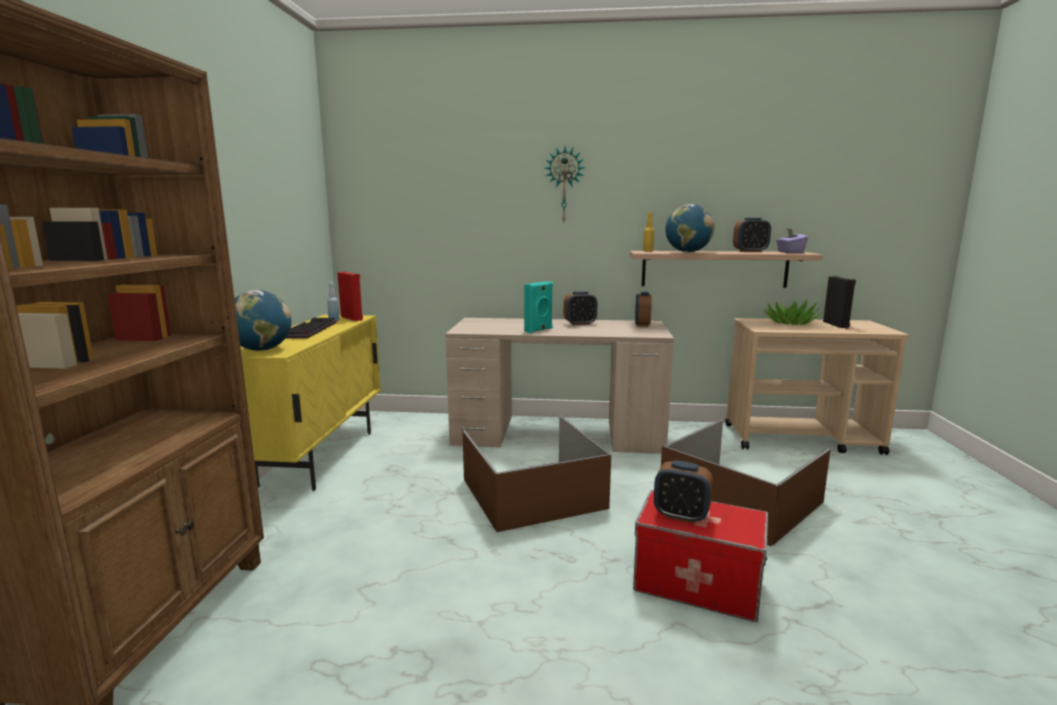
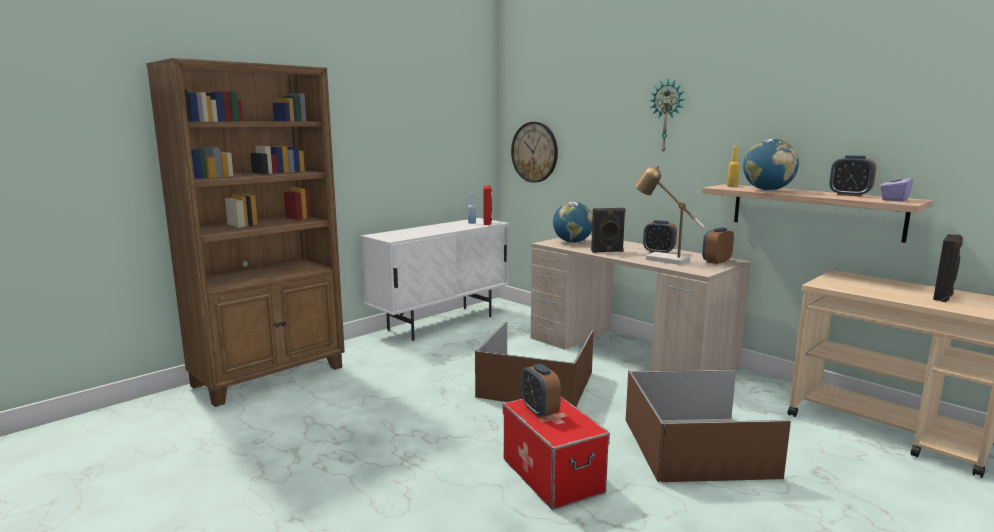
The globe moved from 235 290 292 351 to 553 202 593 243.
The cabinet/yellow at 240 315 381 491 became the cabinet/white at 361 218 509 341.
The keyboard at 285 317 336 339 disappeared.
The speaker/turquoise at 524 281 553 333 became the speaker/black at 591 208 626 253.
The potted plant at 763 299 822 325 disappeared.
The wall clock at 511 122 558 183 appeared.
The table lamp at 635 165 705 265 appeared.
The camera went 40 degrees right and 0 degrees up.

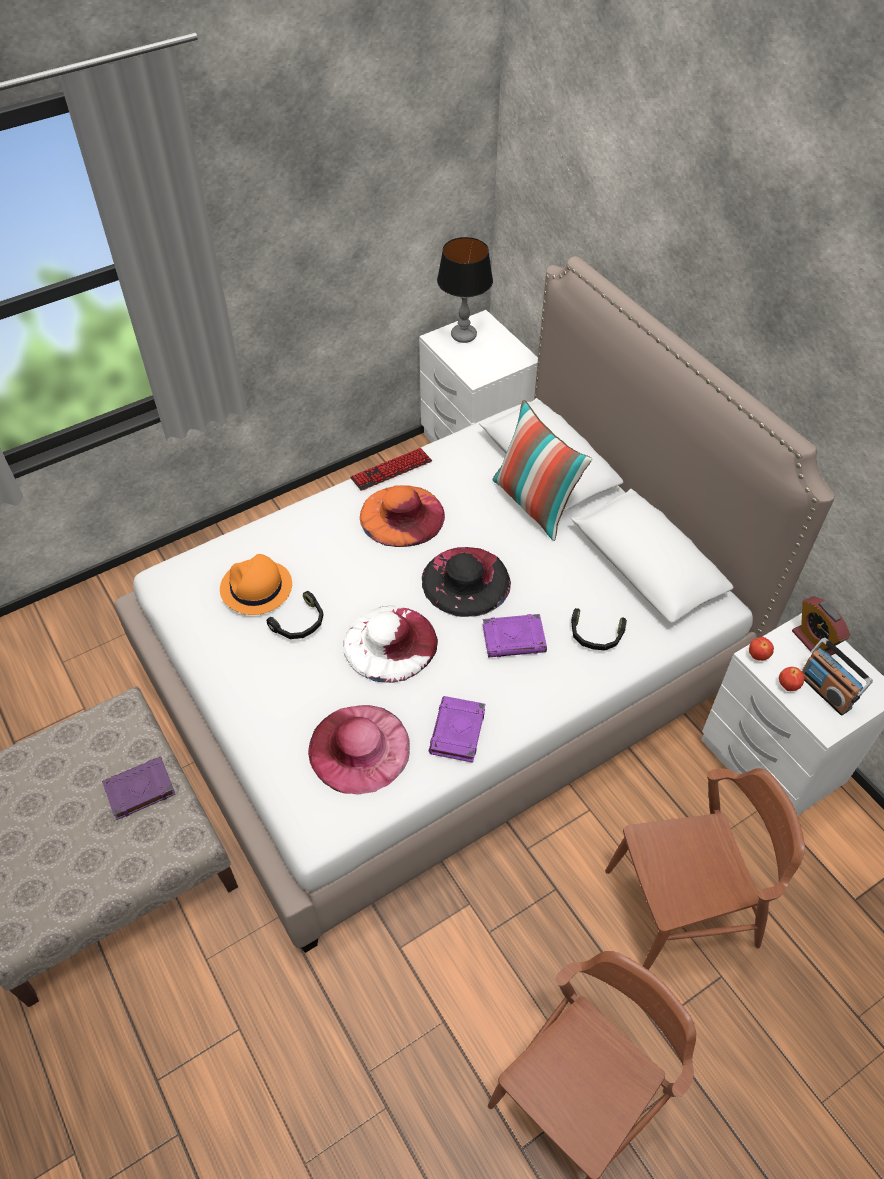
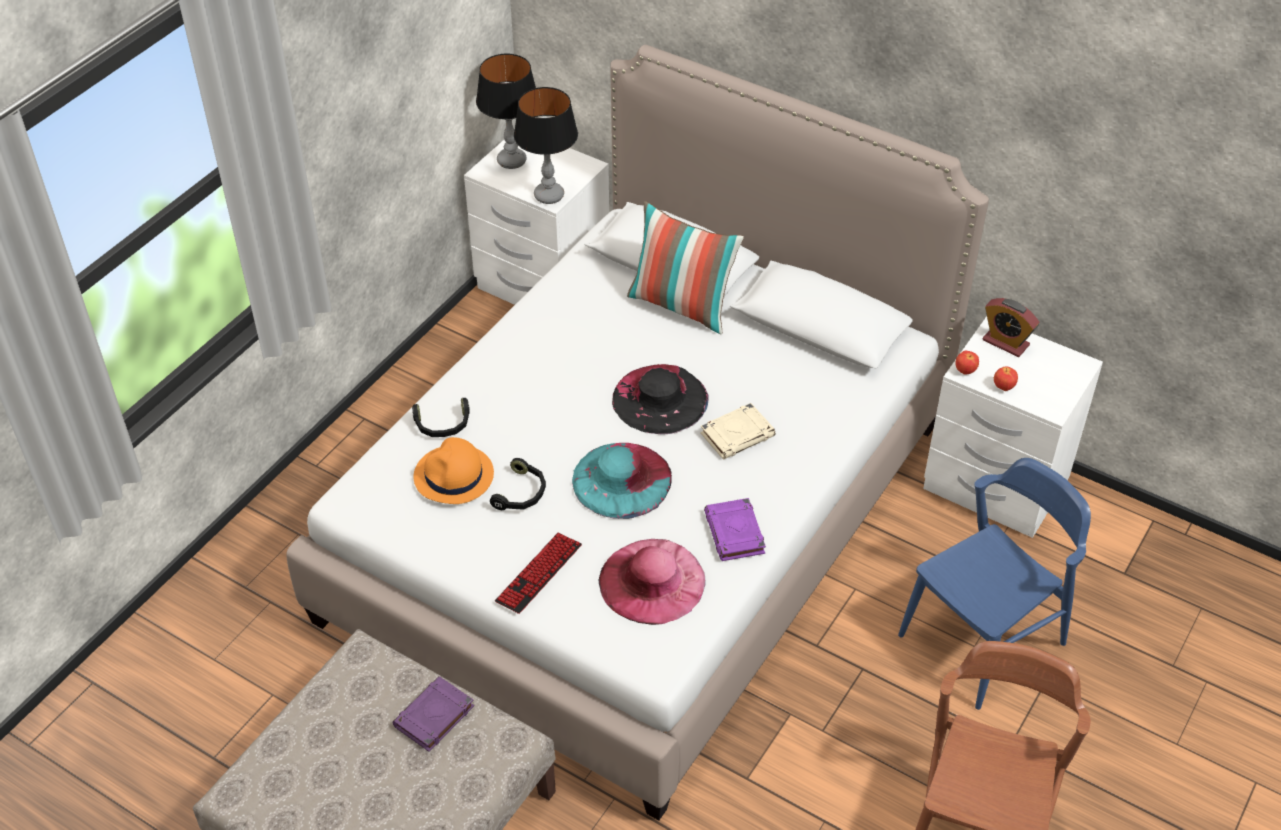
The hat/white at 343 606 438 683 became the hat/turquoise at 572 443 672 519.
The keyboard moved from 350 448 432 491 to 495 533 582 614.
The hat/orange at 360 485 445 547 disappeared.
The book/purple at 483 614 547 658 became the book/beige at 700 403 775 459.
The headphones/black moved from 571 608 627 650 to 412 398 470 437.
The chair/brown at 605 768 805 970 became the chair/blue at 898 458 1091 710.
The radio at 802 638 873 716 disappeared.
The table lamp at 514 87 578 204 appeared.
The camera went 25 degrees left and 5 degrees down.

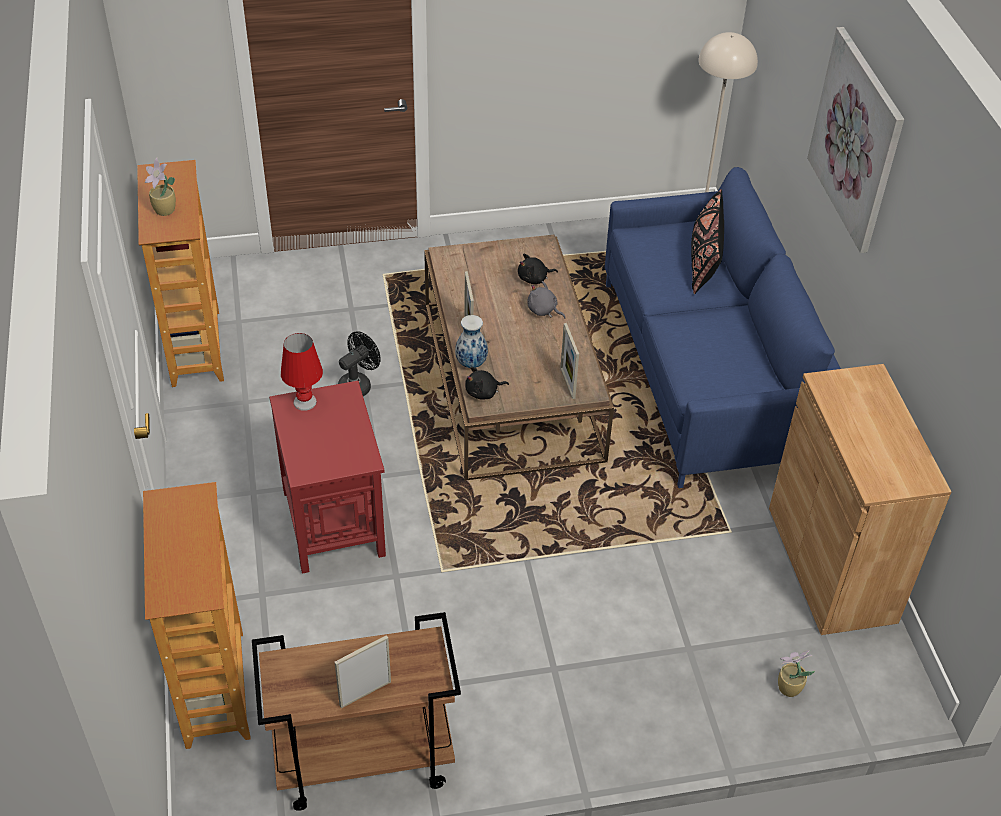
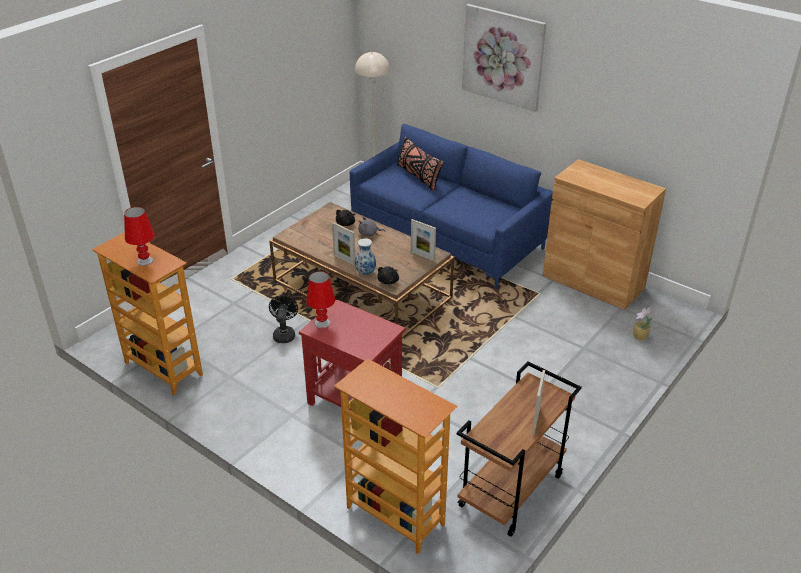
The potted plant at 145 157 176 216 was replaced by the table lamp/red at 124 207 155 266.
The camera went 40 degrees left and 10 degrees down.

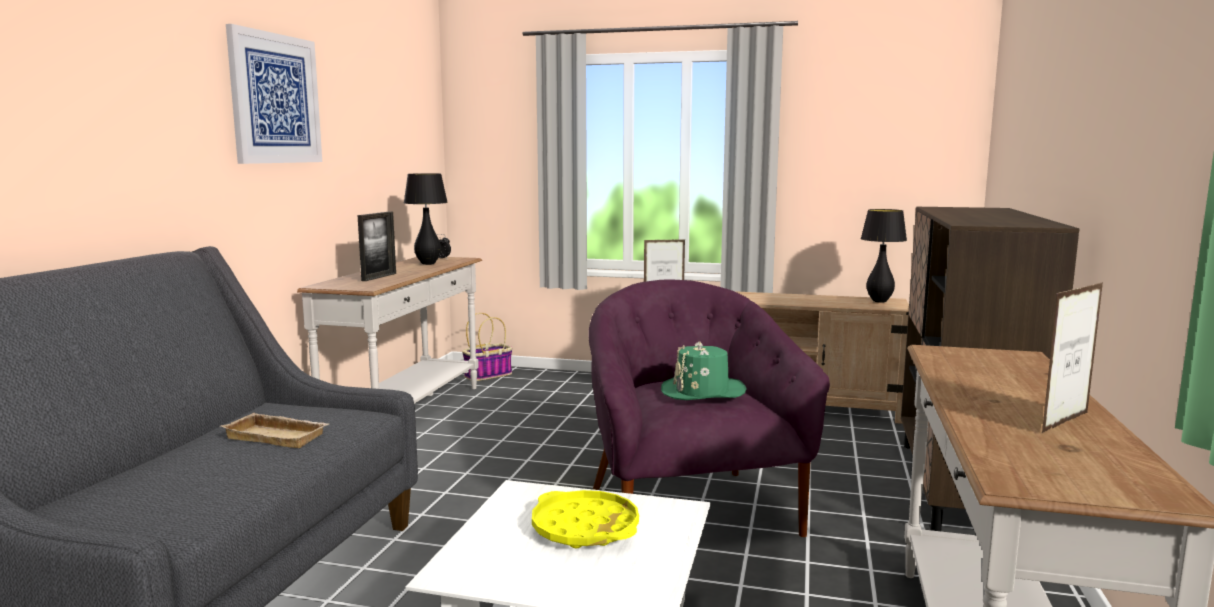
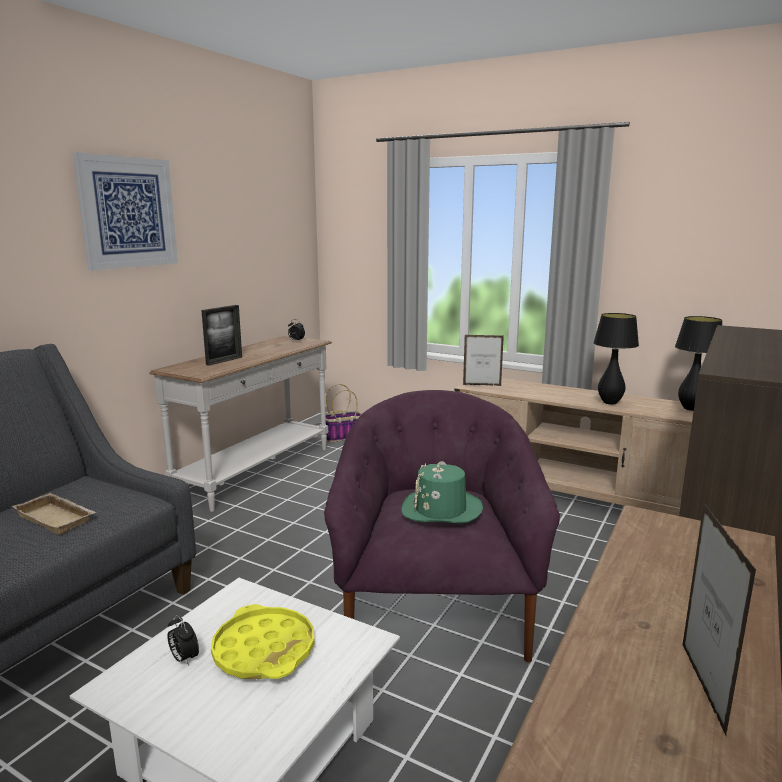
The table lamp/black moved from 404 173 448 265 to 593 313 639 405.
The picture frame at 1042 282 1103 433 turned 60 degrees counterclockwise.
The alarm clock at 167 615 199 666 appeared.
The camera went 15 degrees right and 5 degrees up.

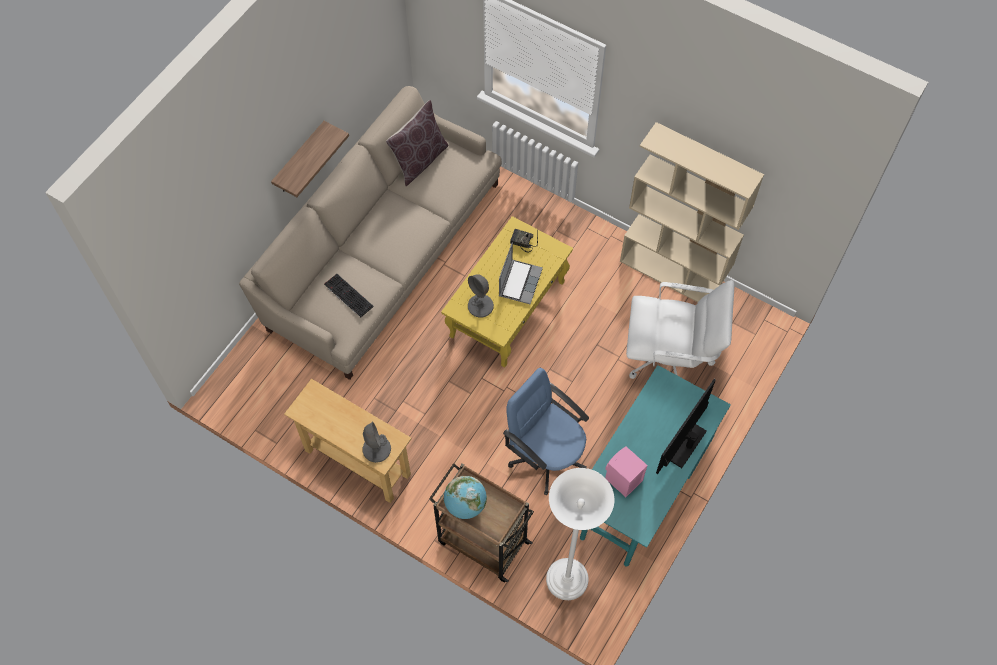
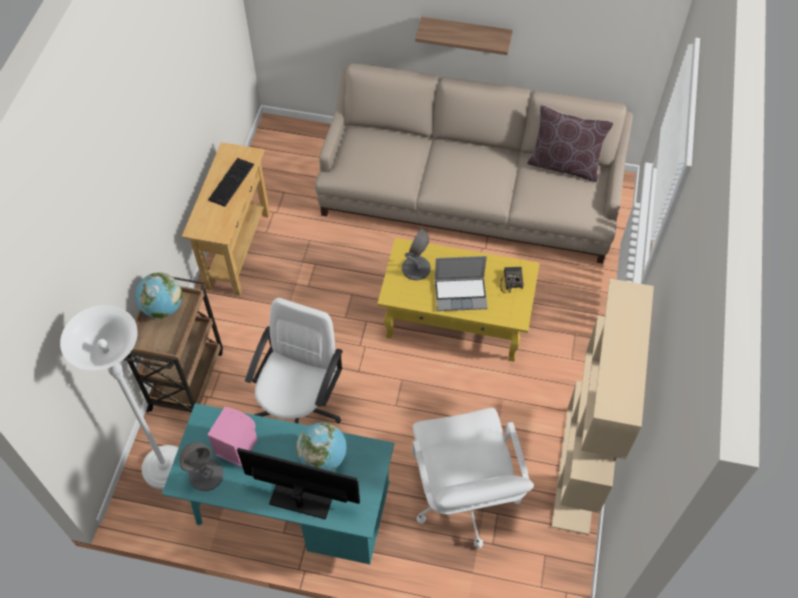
The keyboard moved from 324 274 374 317 to 208 158 254 207.
The table lamp/grey moved from 363 421 391 463 to 179 442 224 491.
The office chair/blue at 503 368 589 495 became the office chair/white at 245 298 343 424.
The globe at 296 422 347 471 appeared.
The camera went 70 degrees right and 5 degrees down.

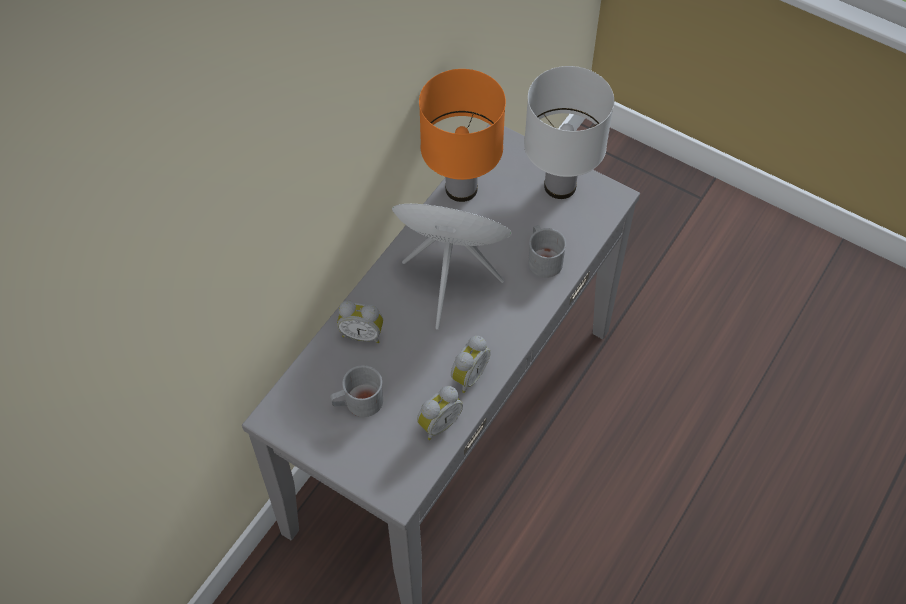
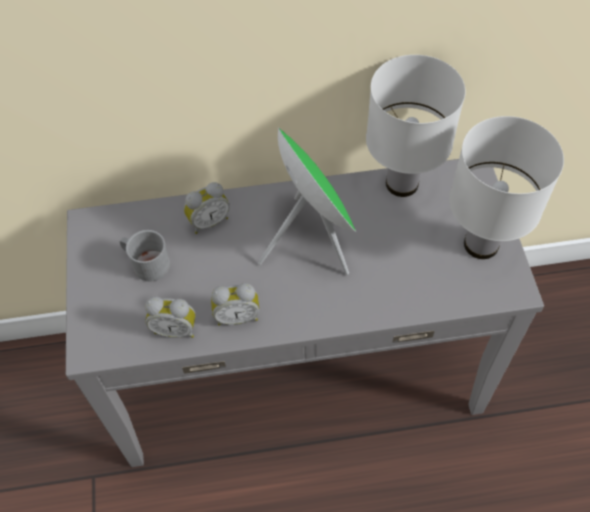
The alarm clock at 337 300 383 343 turned 90 degrees counterclockwise.
The table lamp/orange at 419 69 506 202 became the table lamp/white at 366 55 466 197.
The mug/grey at 528 225 566 278 disappeared.
The camera went 50 degrees right and 0 degrees up.

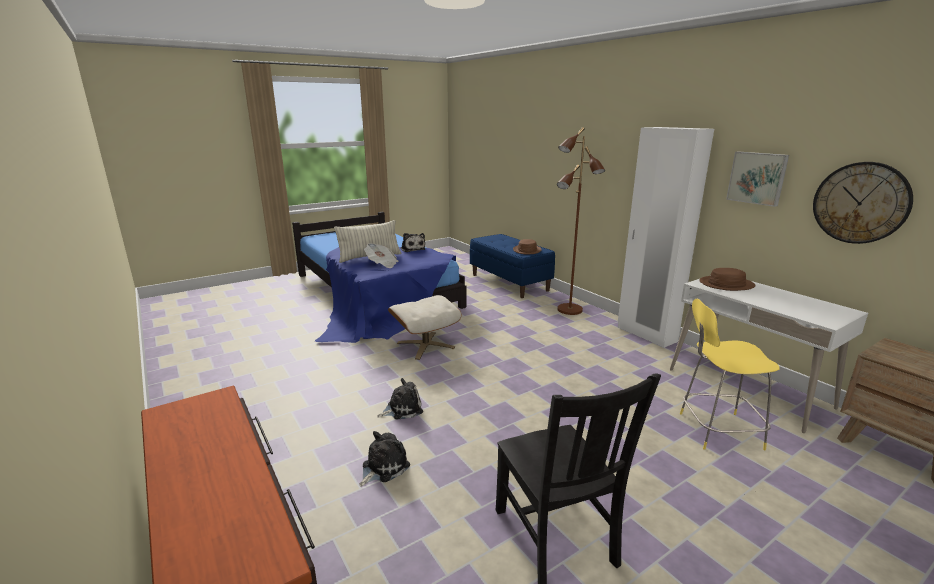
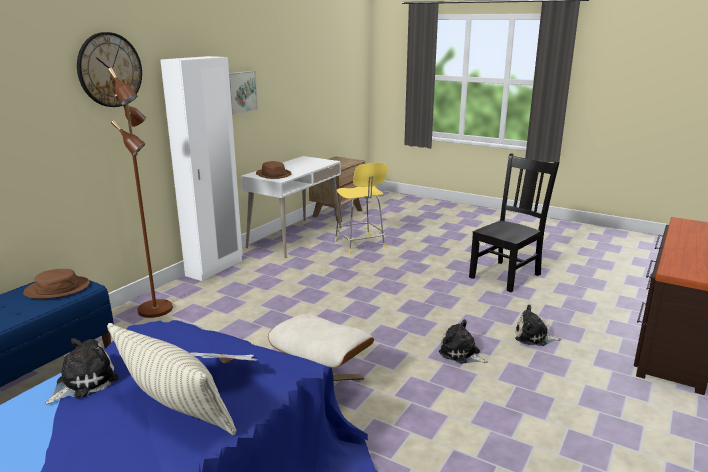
The wall clock moved from 813 162 913 244 to 77 32 142 107.
The camera went 115 degrees left and 0 degrees up.

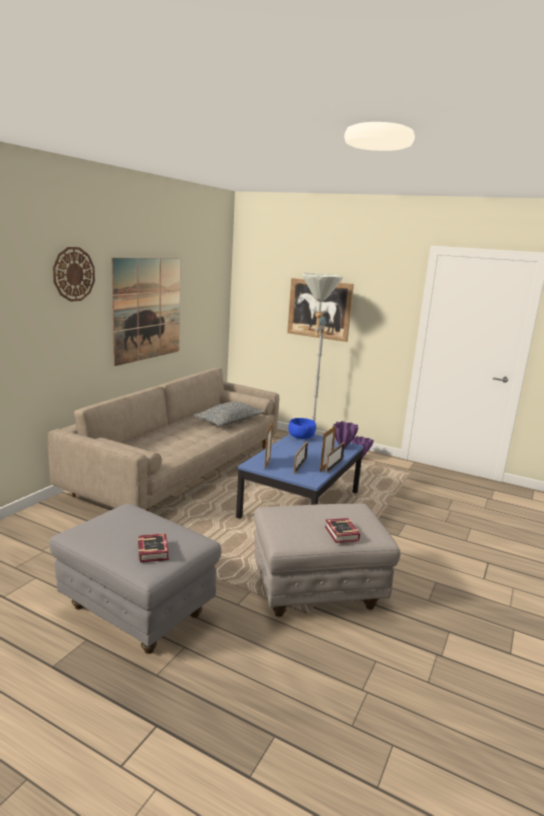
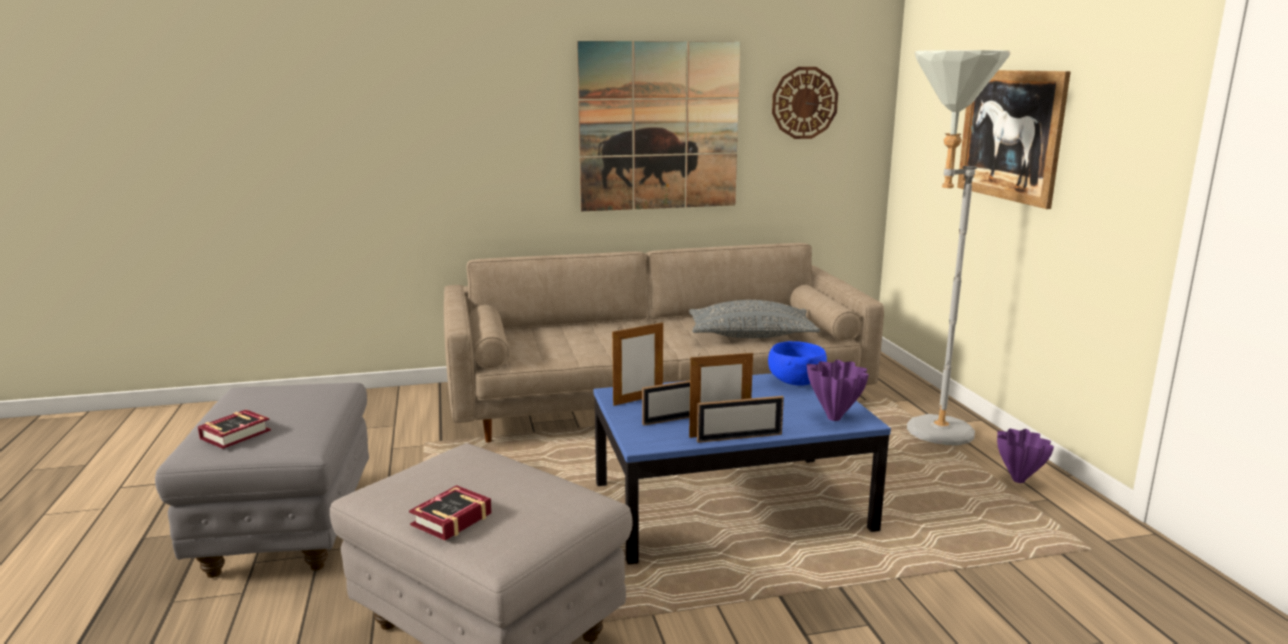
The wall clock moved from 53 247 95 302 to 772 67 838 139.
The camera went 50 degrees right and 0 degrees up.

